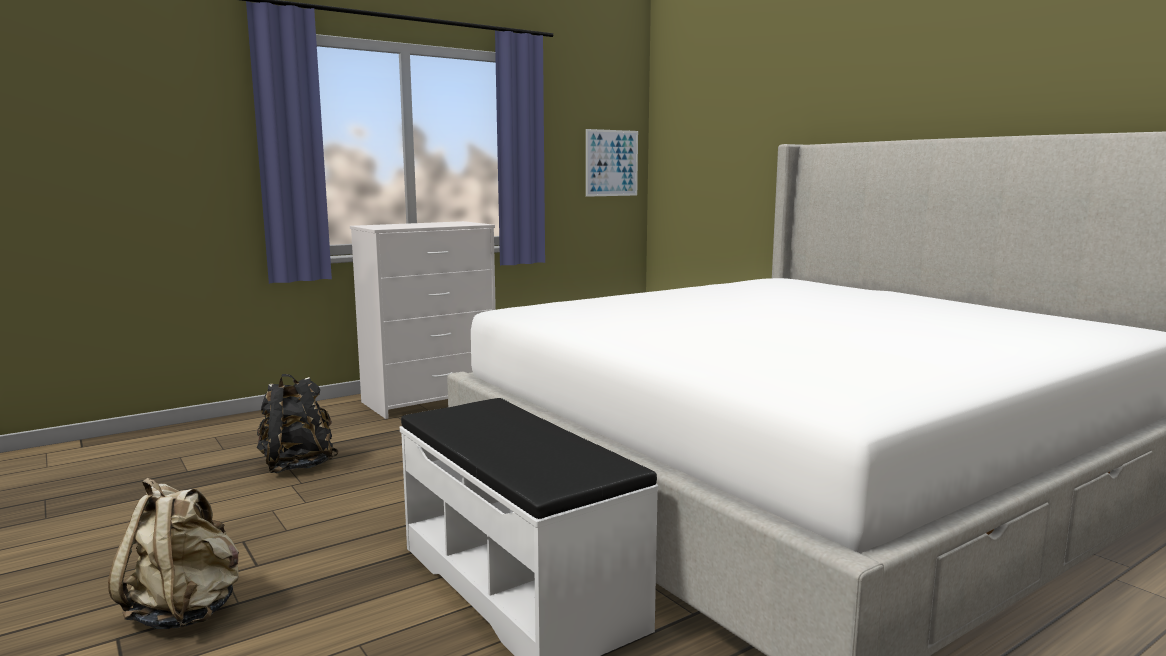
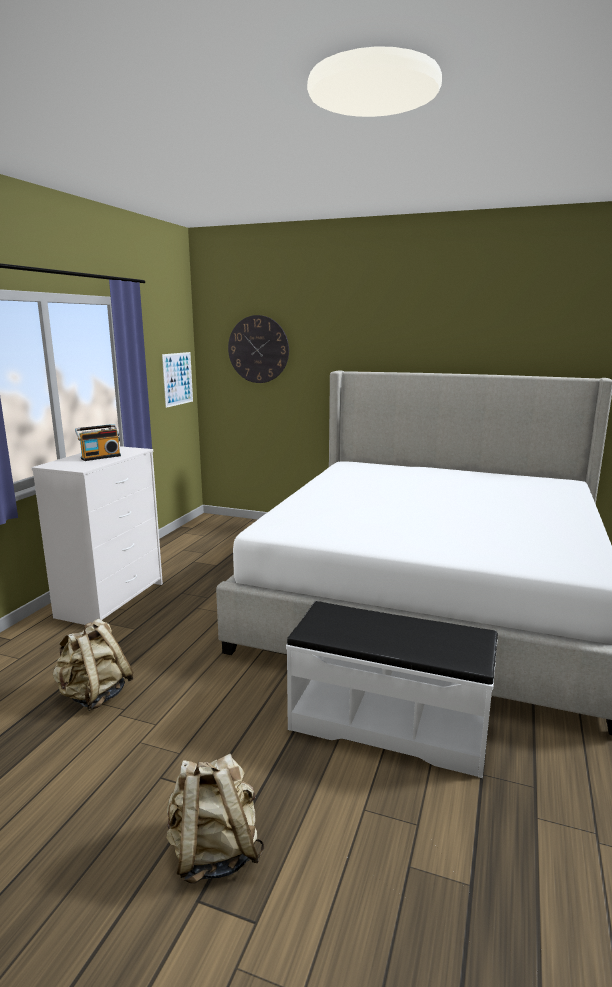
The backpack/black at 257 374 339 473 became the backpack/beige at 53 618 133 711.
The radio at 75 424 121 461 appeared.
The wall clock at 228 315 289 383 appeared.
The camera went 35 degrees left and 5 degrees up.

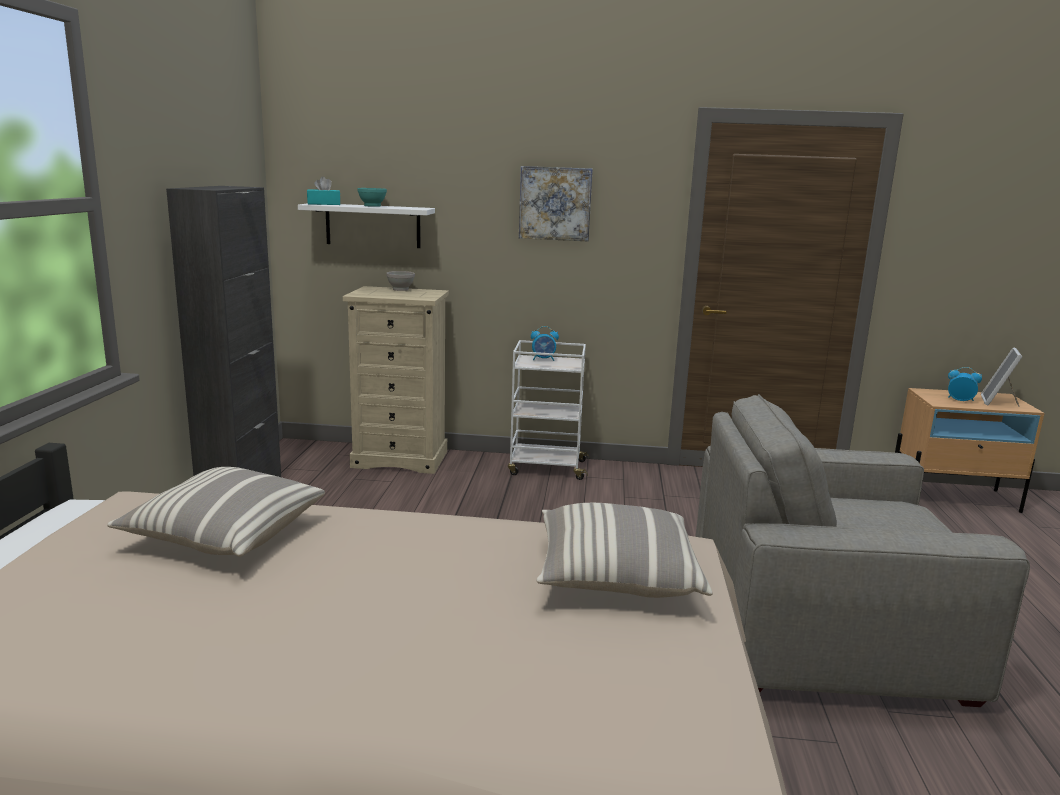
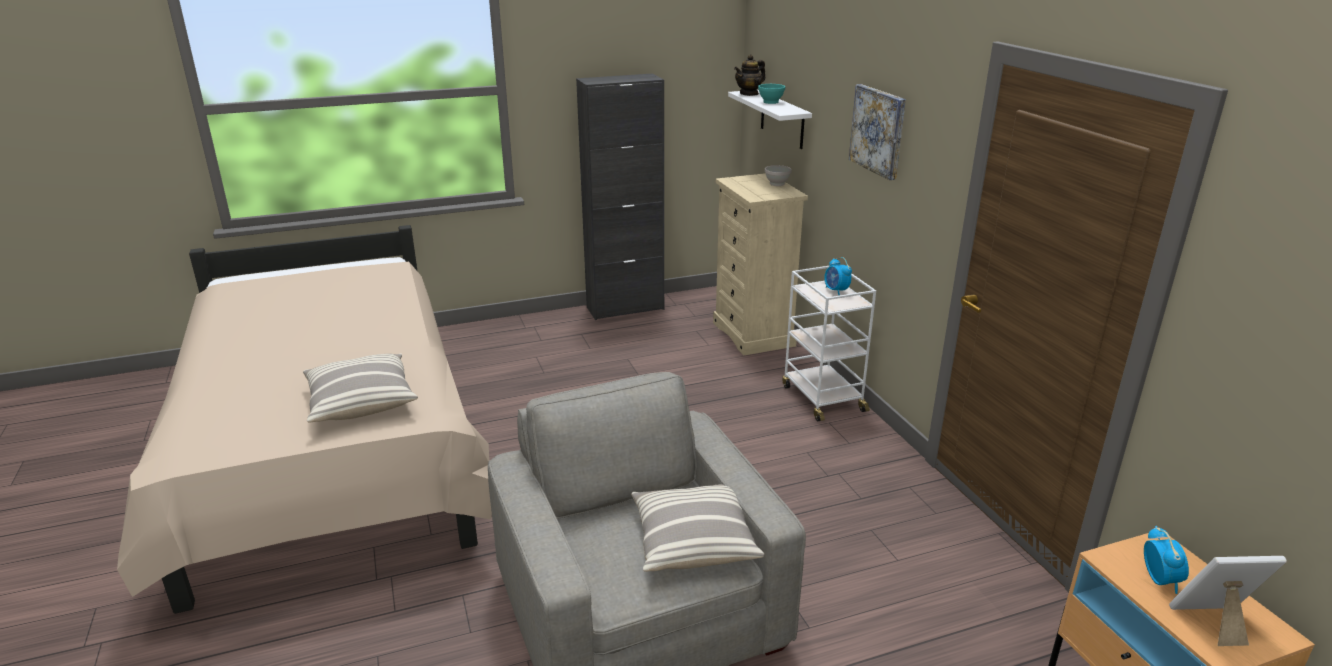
The pillow moved from 107 467 325 557 to 631 484 764 572.
The tissue box/turquoise at 307 176 341 205 was replaced by the teapot at 734 54 766 96.
The camera went 65 degrees right and 10 degrees up.

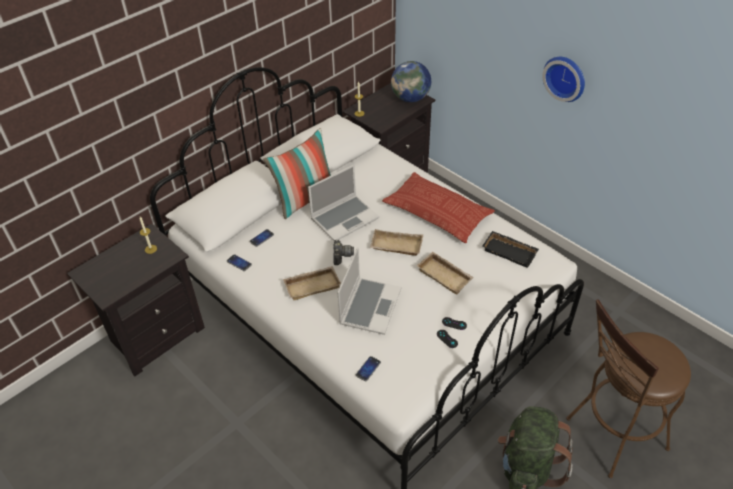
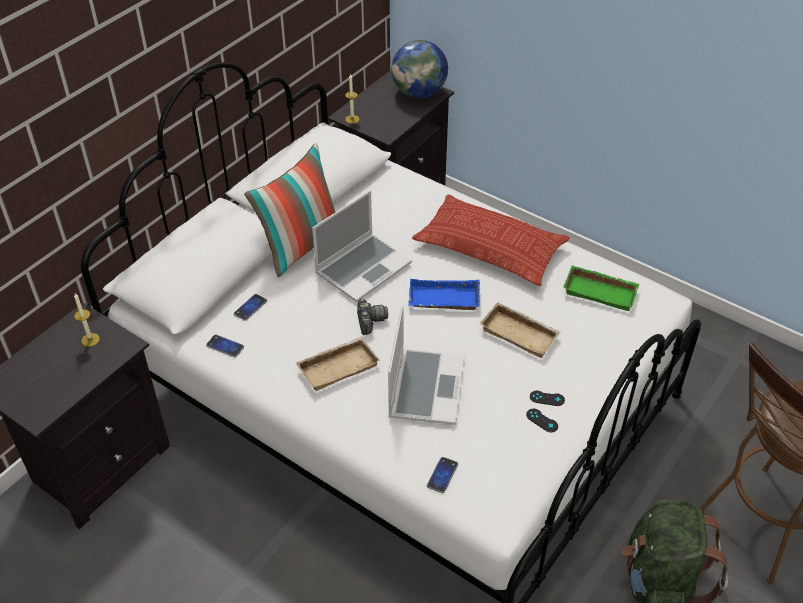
The tray/beige at 370 229 423 256 became the tray/blue at 408 279 480 310.
The tray/black at 483 231 539 268 became the tray/green at 563 265 639 311.
The wall clock at 542 57 585 102 disappeared.
The camera went 10 degrees left and 0 degrees up.

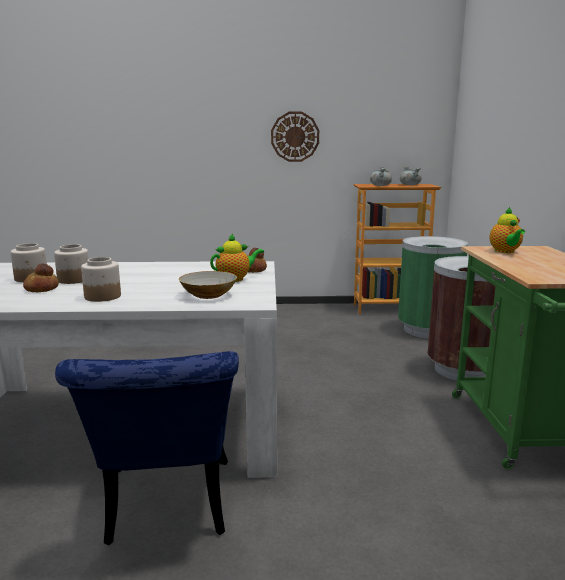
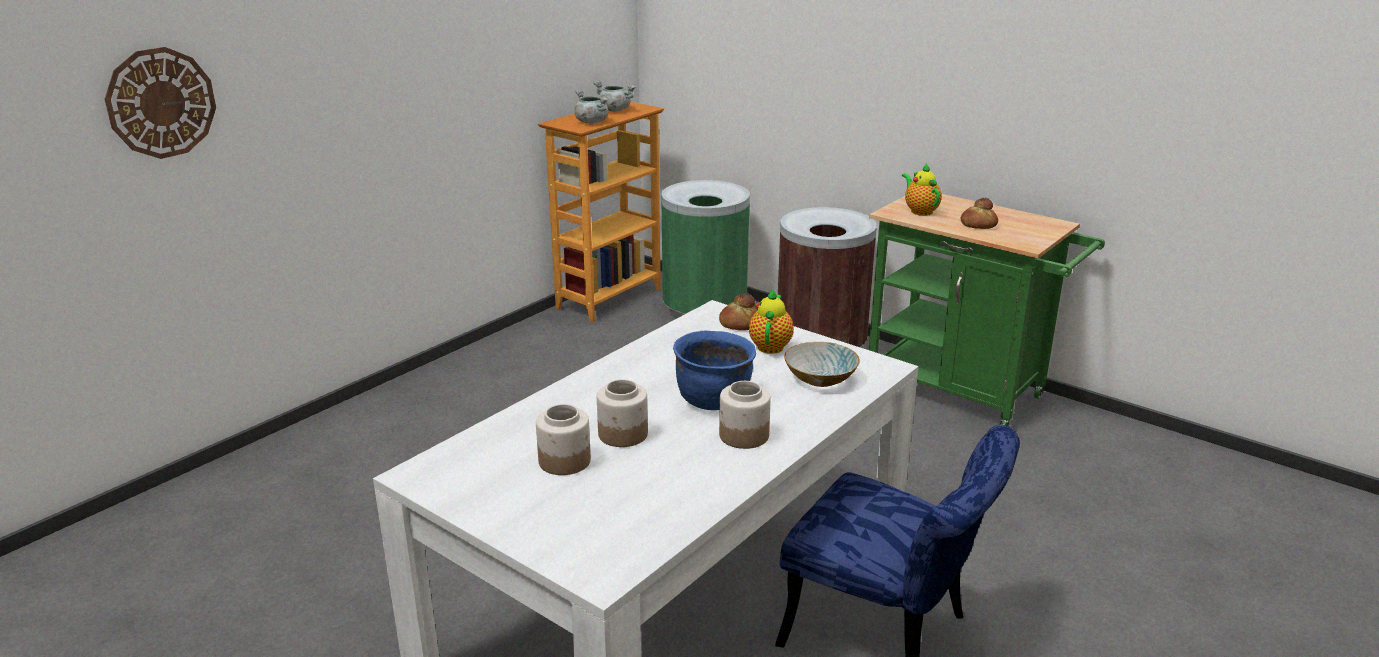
The bread moved from 23 264 59 292 to 961 198 998 229.
The wall clock moved from 271 112 319 162 to 105 47 216 159.
The teapot at 490 207 525 253 turned 150 degrees counterclockwise.
The cooking pot/blue at 673 330 756 410 appeared.
The camera went 50 degrees left and 10 degrees up.

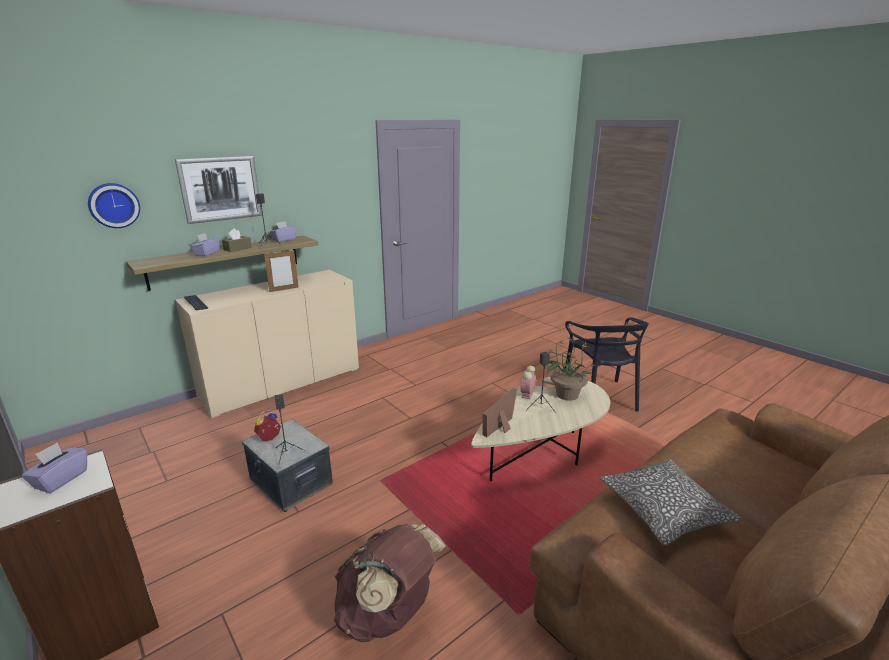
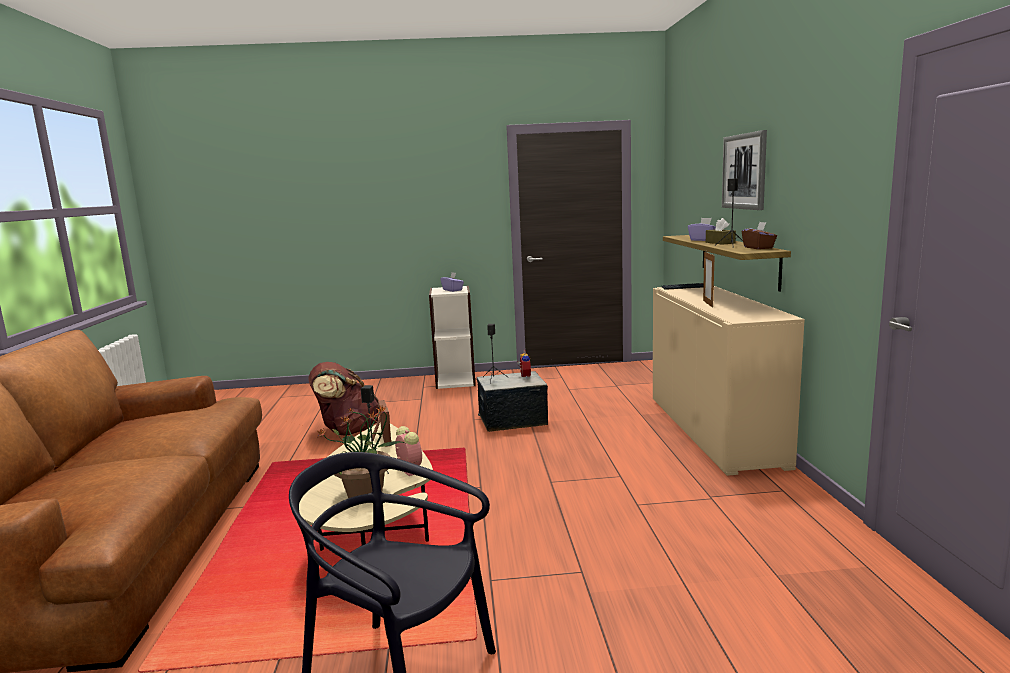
The wall clock at 88 183 140 228 disappeared.
The tissue box/purple at 270 221 297 242 became the tissue box/brown at 742 222 777 249.
The pillow at 600 459 742 546 disappeared.
The camera went 125 degrees right and 10 degrees down.

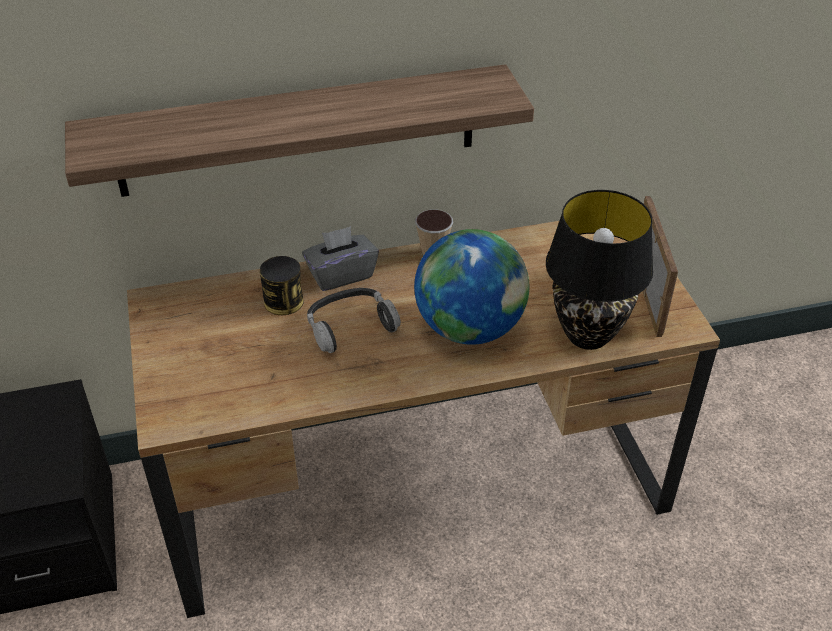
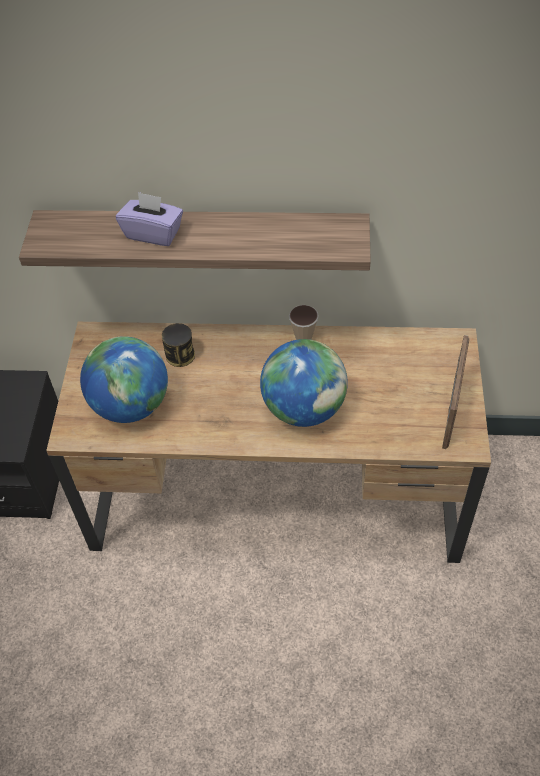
The tissue box/grey at 302 226 379 291 disappeared.
The headphones at 307 288 401 353 disappeared.
The table lamp/black at 546 190 653 350 disappeared.
The globe at 80 336 168 423 appeared.
The tissue box/purple at 116 192 183 246 appeared.
The camera went 20 degrees right and 10 degrees up.

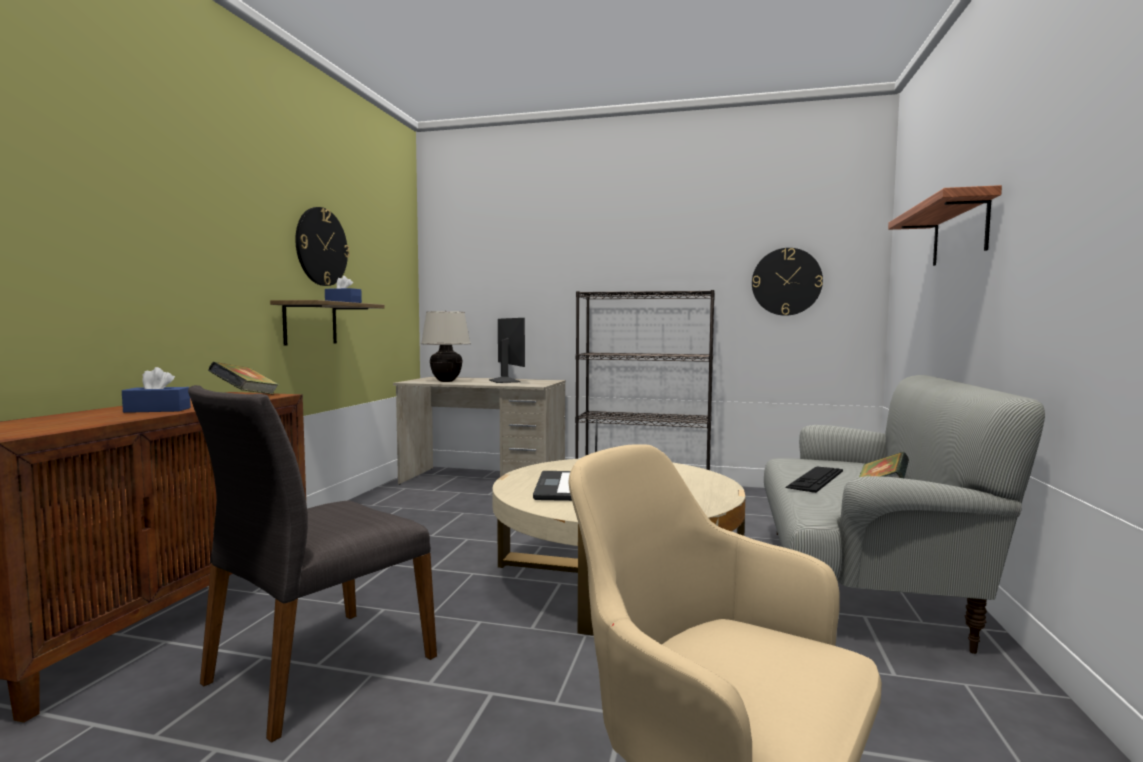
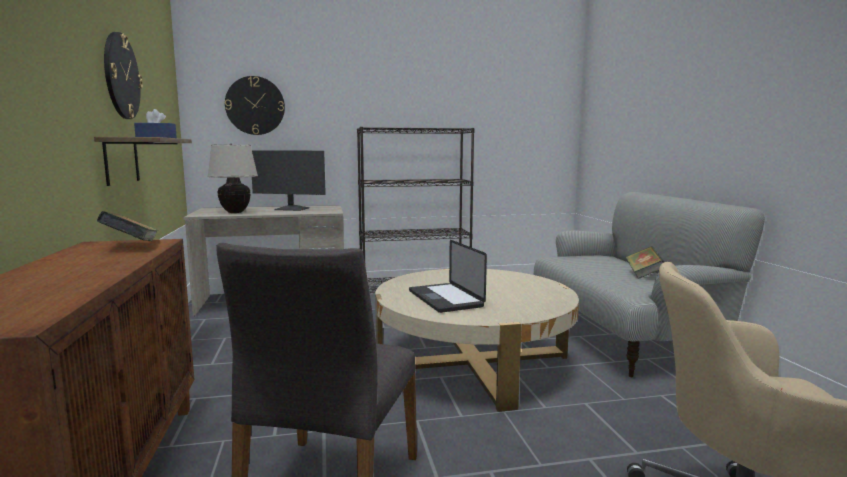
The tissue box/blue at 122 367 191 413 disappeared.
The monitor at 489 318 525 383 turned 150 degrees clockwise.
The wall clock moved from 752 248 823 316 to 225 76 285 135.
The keyboard at 785 467 843 493 disappeared.
The shelf at 888 185 1002 266 disappeared.
The camera went 25 degrees left and 5 degrees up.

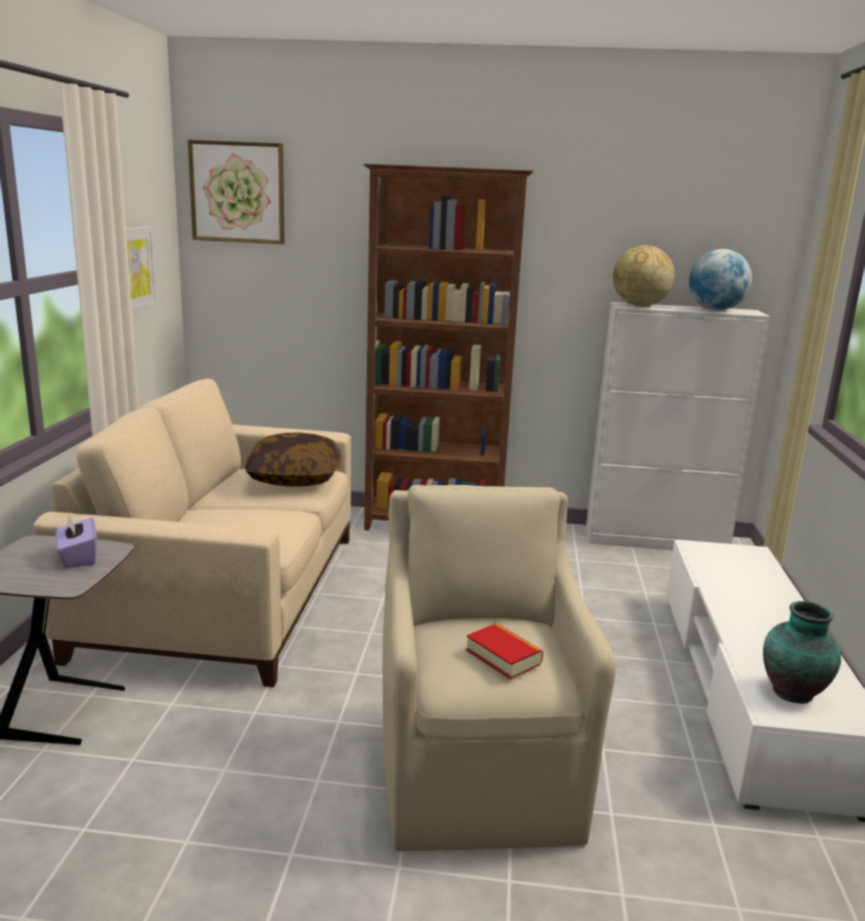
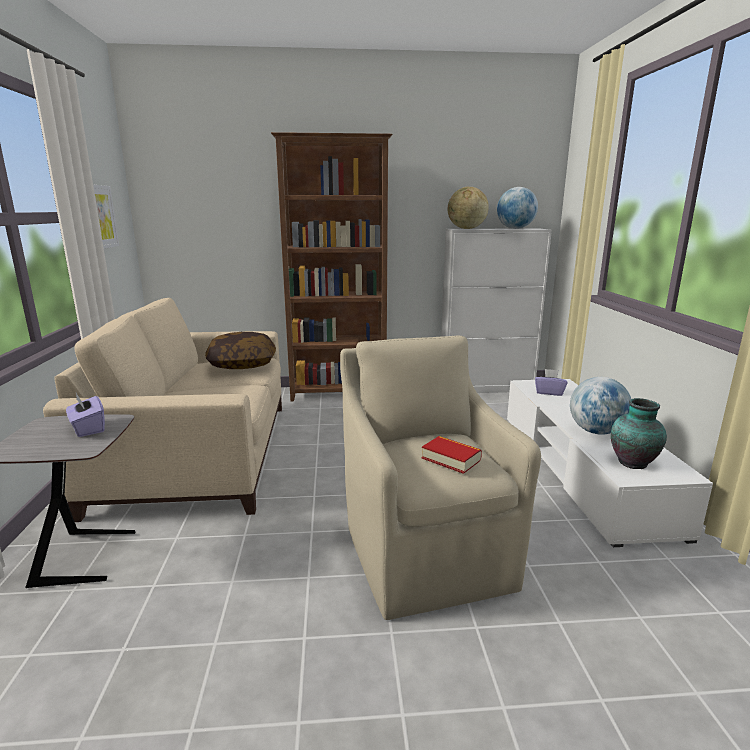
The picture at 188 140 285 244 disappeared.
The tissue box/purple at 535 369 567 396 appeared.
The globe at 570 377 631 435 appeared.
The camera went 10 degrees left and 0 degrees up.

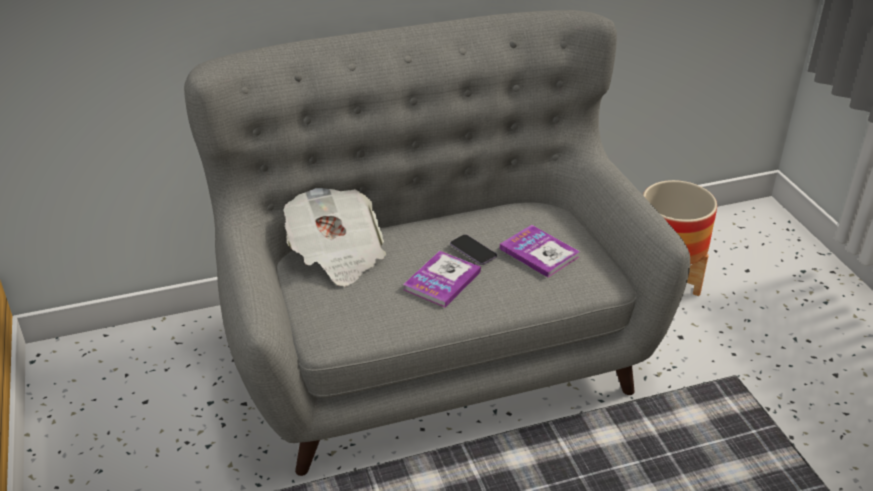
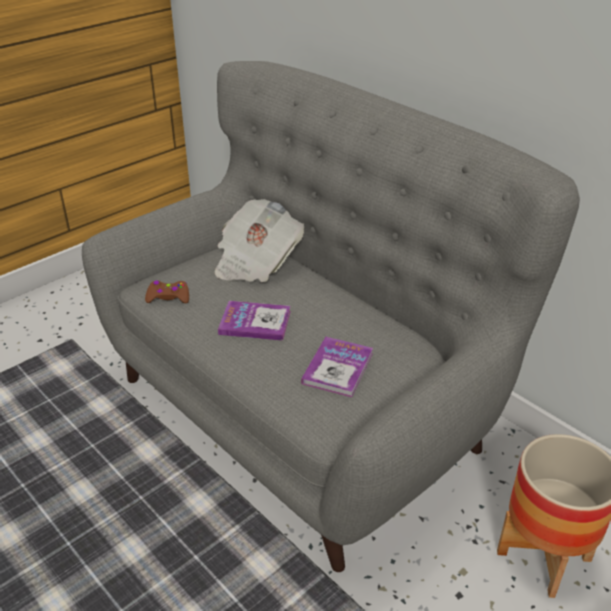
The phone at 450 234 497 265 disappeared.
The game controller/brown at 145 281 189 303 appeared.
The camera went 65 degrees right and 0 degrees up.

